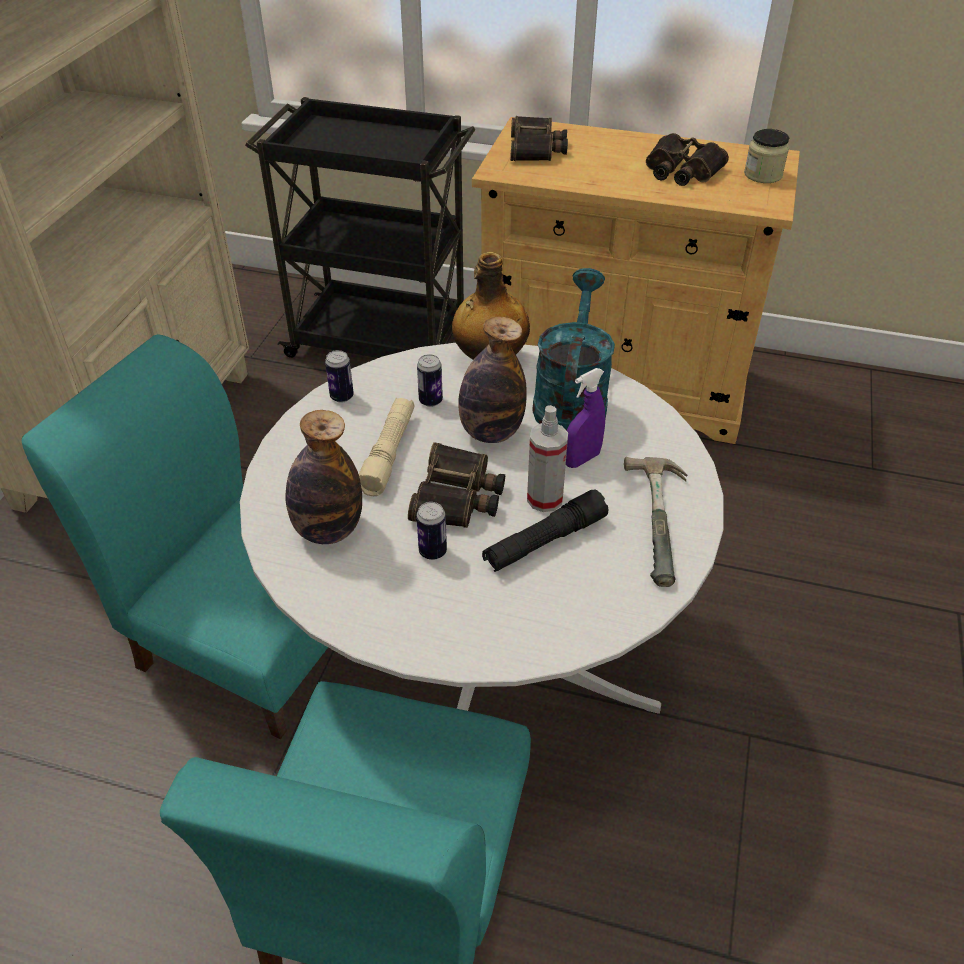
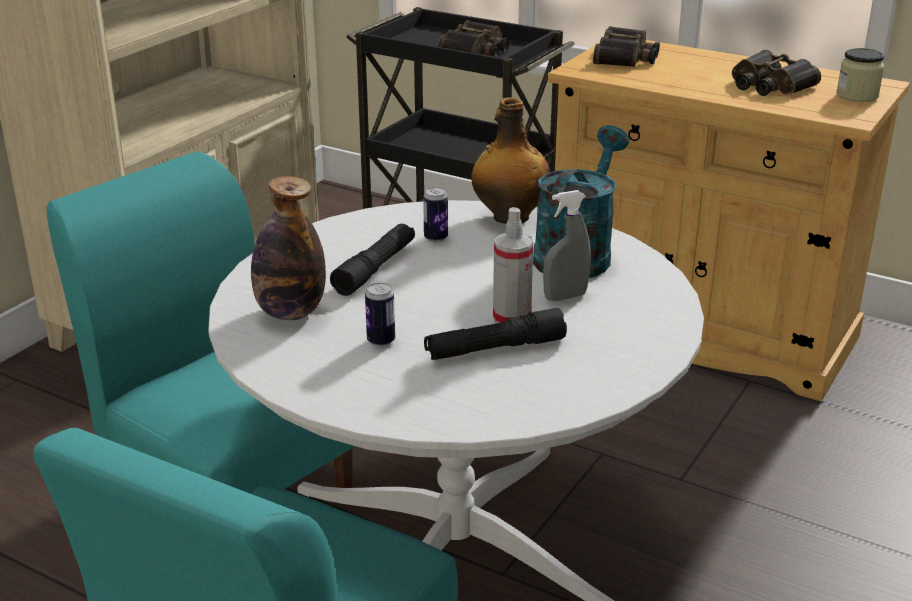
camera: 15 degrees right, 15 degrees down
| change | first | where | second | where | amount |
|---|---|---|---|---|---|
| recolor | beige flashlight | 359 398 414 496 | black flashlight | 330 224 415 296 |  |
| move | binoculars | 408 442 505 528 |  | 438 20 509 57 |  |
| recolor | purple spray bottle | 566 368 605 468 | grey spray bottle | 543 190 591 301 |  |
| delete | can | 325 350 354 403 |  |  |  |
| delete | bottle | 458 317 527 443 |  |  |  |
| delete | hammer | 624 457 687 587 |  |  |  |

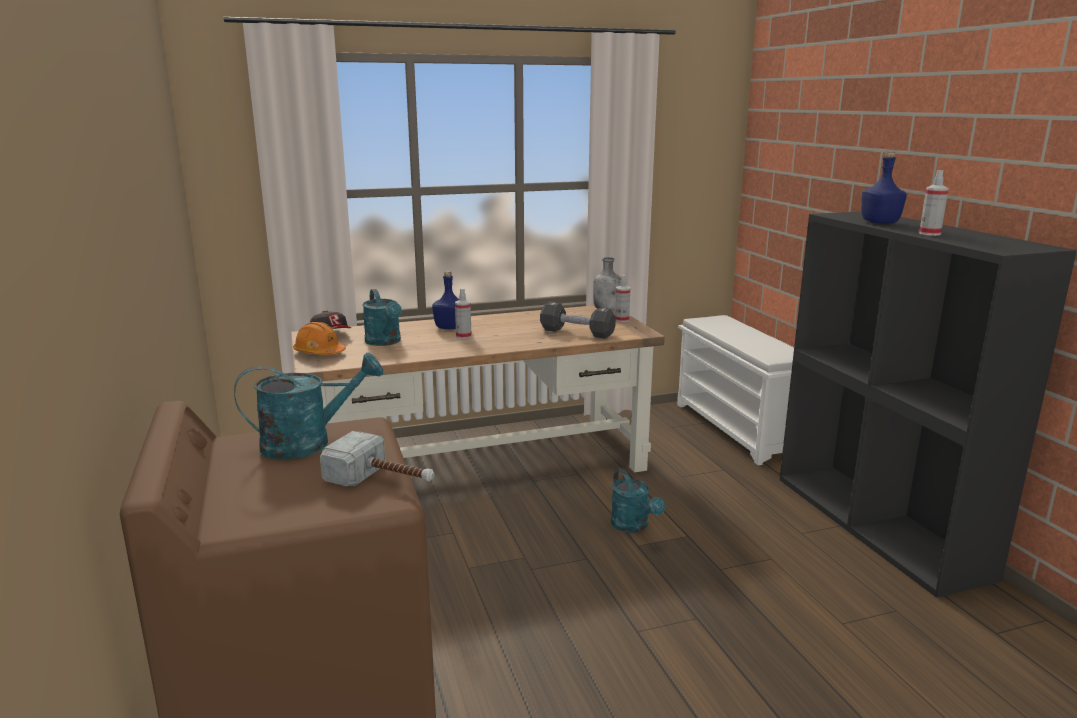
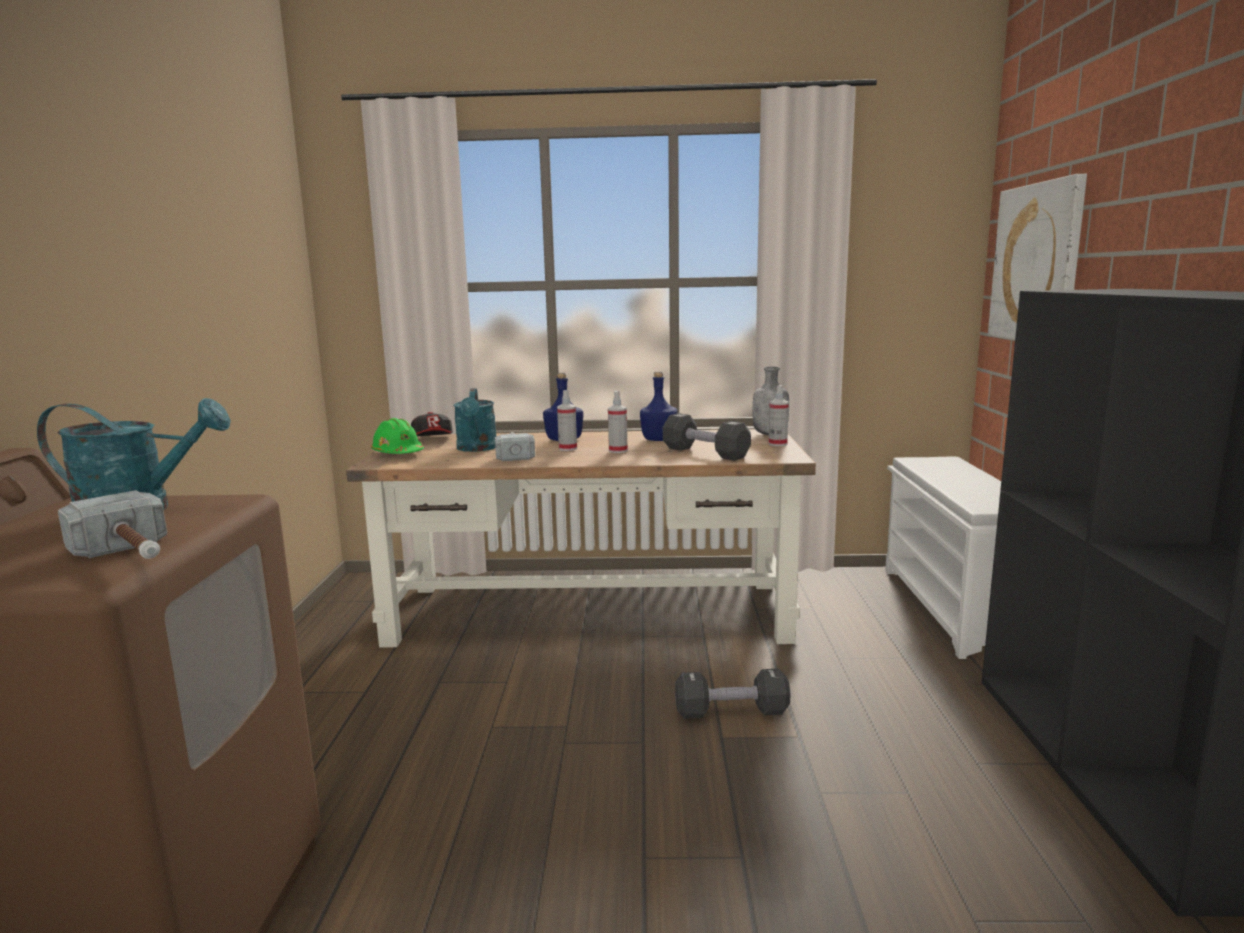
camera: 20 degrees right, 5 degrees down
| change | first | where | second | where | amount |
|---|---|---|---|---|---|
| recolor | orange hard hat | 293 322 346 355 | green hard hat | 371 418 424 454 |  |
| insert |  |  | hammer | 495 432 535 461 |  |
| move | spray bottle | 919 170 949 236 |  | 608 391 628 453 |  |
| move | blue bottle | 861 151 907 224 |  | 640 371 678 441 |  |
| replace | turquoise watering can | 611 468 665 533 | black dumbbell | 675 669 791 719 |  |
| insert |  |  | picture | 988 174 1087 340 |  |

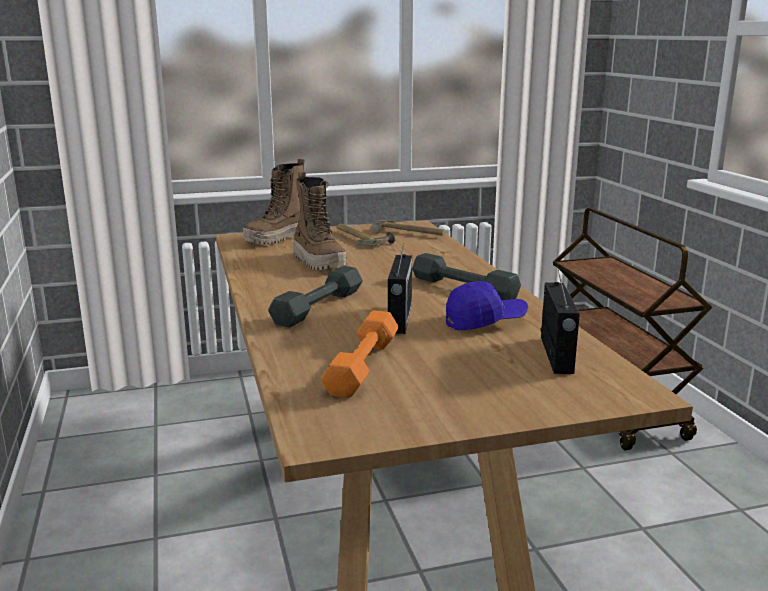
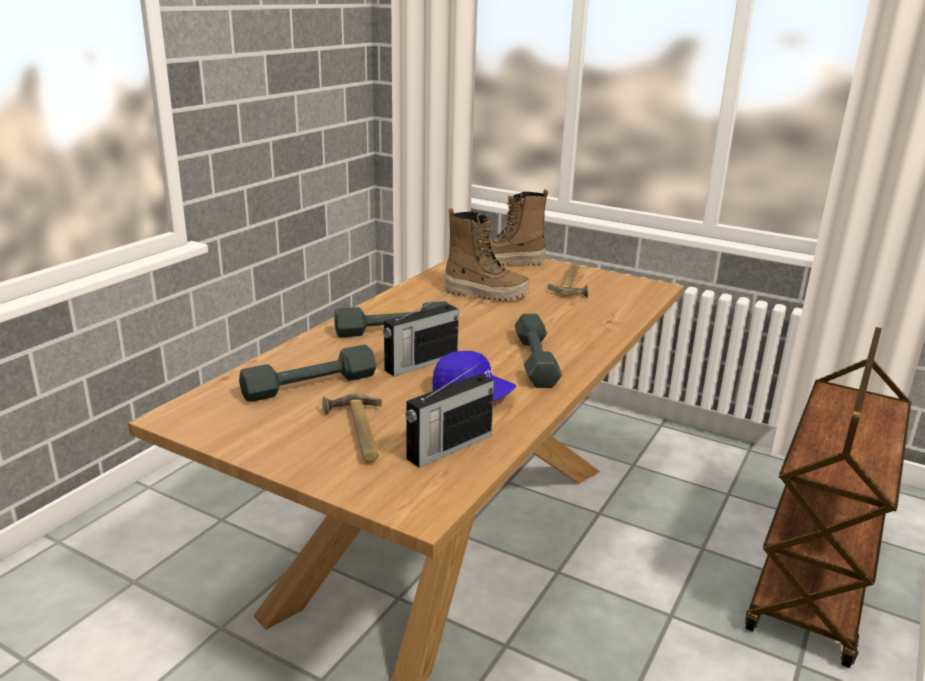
camera: 45 degrees right, 5 degrees up
| change | first | where | second | where | amount |
|---|---|---|---|---|---|
| recolor | orange dumbbell | 321 311 399 398 | grey dumbbell | 239 345 376 402 |  |
| move | hammer | 371 219 445 236 |  | 322 393 382 461 |  |
| rotate | boot | 293 172 347 270 |  | 444 208 529 301 | 90 degrees counterclockwise |

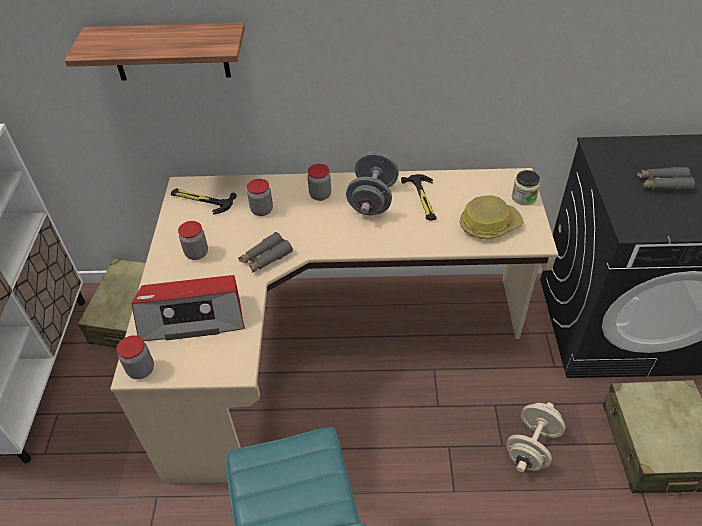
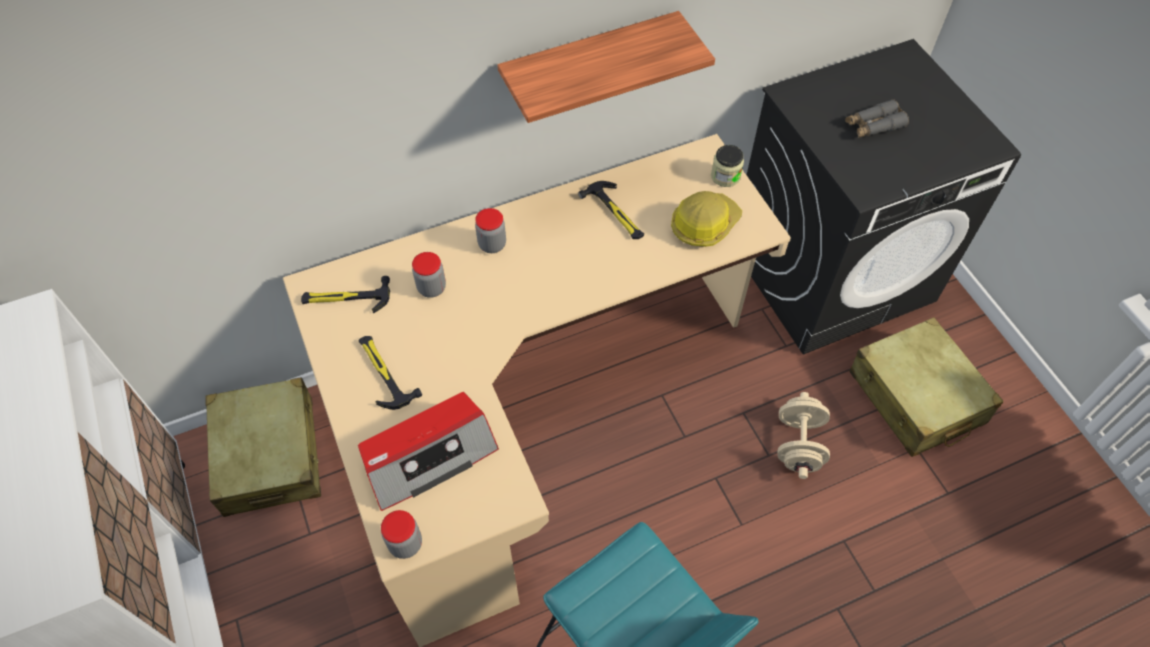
camera: 25 degrees left, 10 degrees up
| change | first | where | second | where | amount |
|---|---|---|---|---|---|
| replace | jar | 178 221 208 260 | hammer | 358 336 422 410 |  |
| move | shelf | 65 23 245 80 |  | 497 11 715 123 |  |
| delete | grey binoculars | 238 232 293 273 |  |  |  |
| delete | grey dumbbell | 346 152 399 215 |  |  |  |

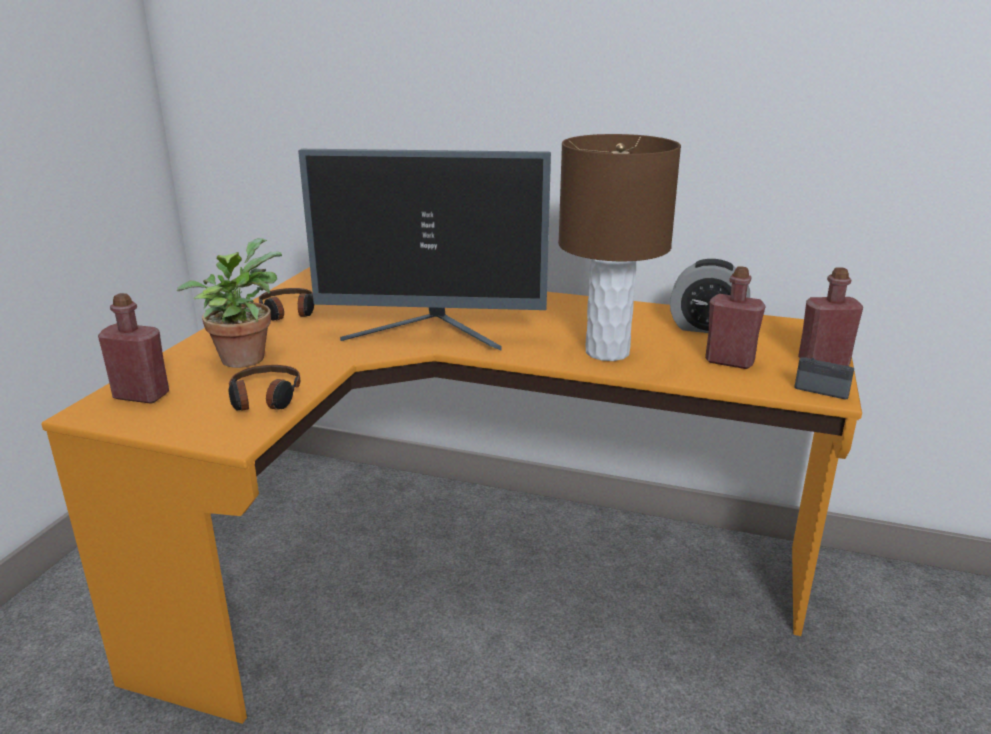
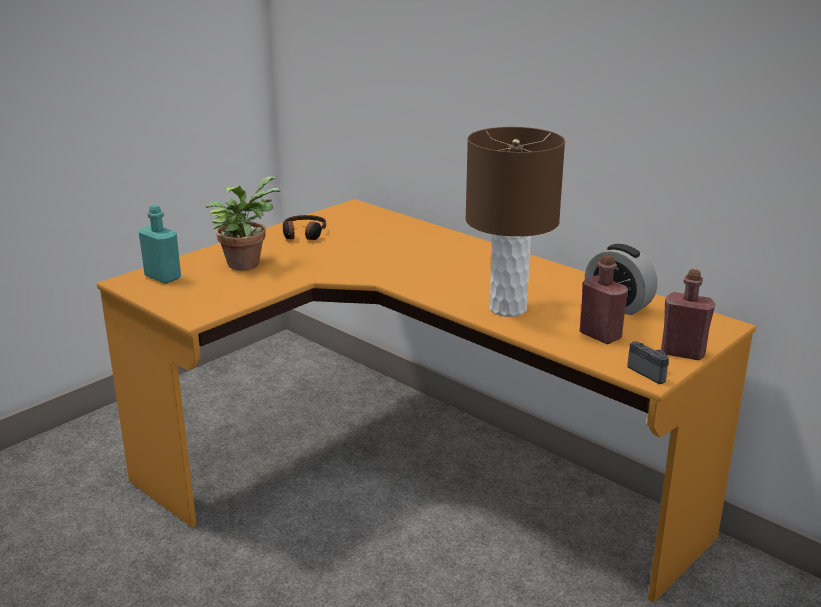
camera: 25 degrees right, 0 degrees up
| change | first | where | second | where | amount |
|---|---|---|---|---|---|
| recolor | red bottle | 98 293 169 404 | turquoise bottle | 139 205 181 284 |  |
| delete | headphones | 228 365 300 411 |  |  |  |
| delete | monitor | 298 149 551 350 |  |  |  |

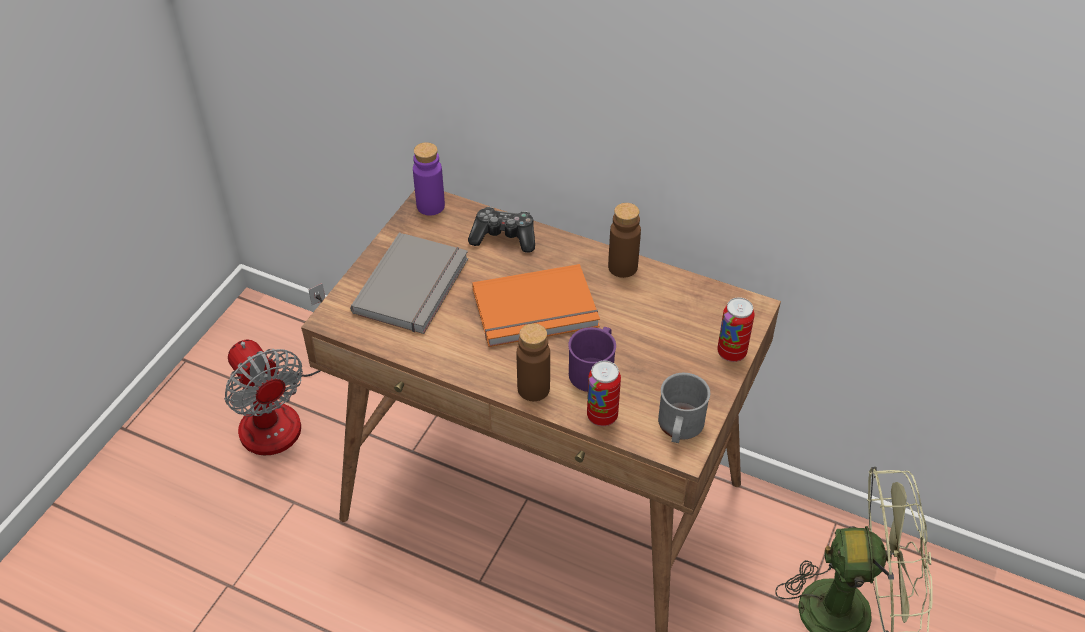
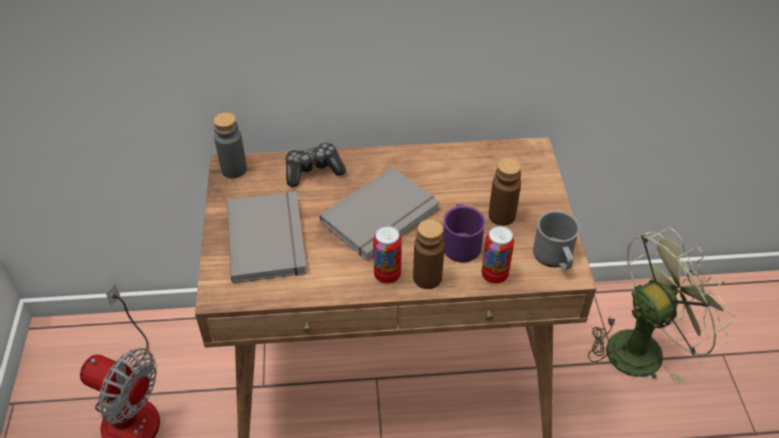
camera: 30 degrees left, 0 degrees up
| change | first | where | second | where | amount |
|---|---|---|---|---|---|
| recolor | purple bottle | 413 142 445 215 | grey bottle | 213 112 247 179 |  |
| recolor | orange book | 472 264 600 347 | grey book | 319 167 440 261 |  |
| move | can | 717 297 754 362 |  | 373 225 402 284 |  |
| move | brown bottle | 608 203 641 278 |  | 489 158 521 226 |  |

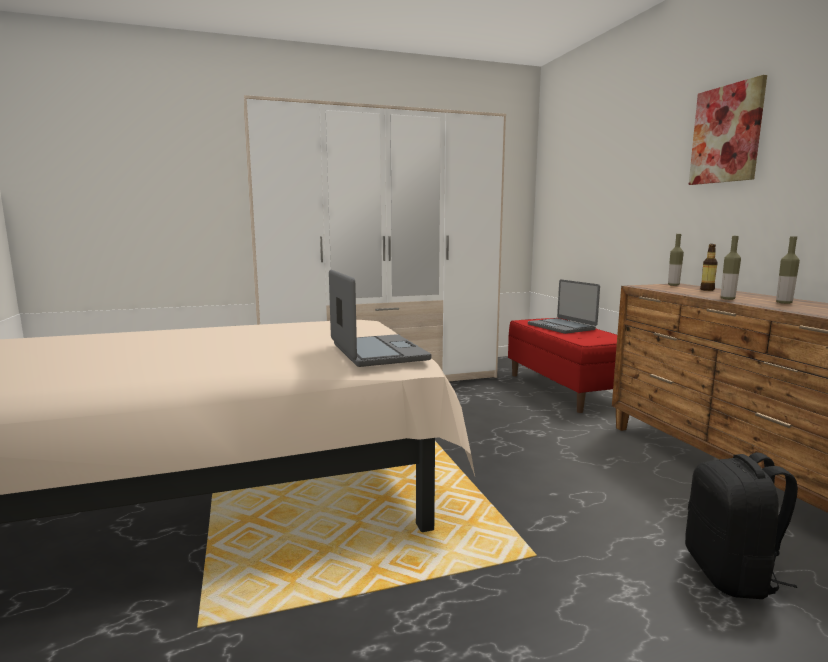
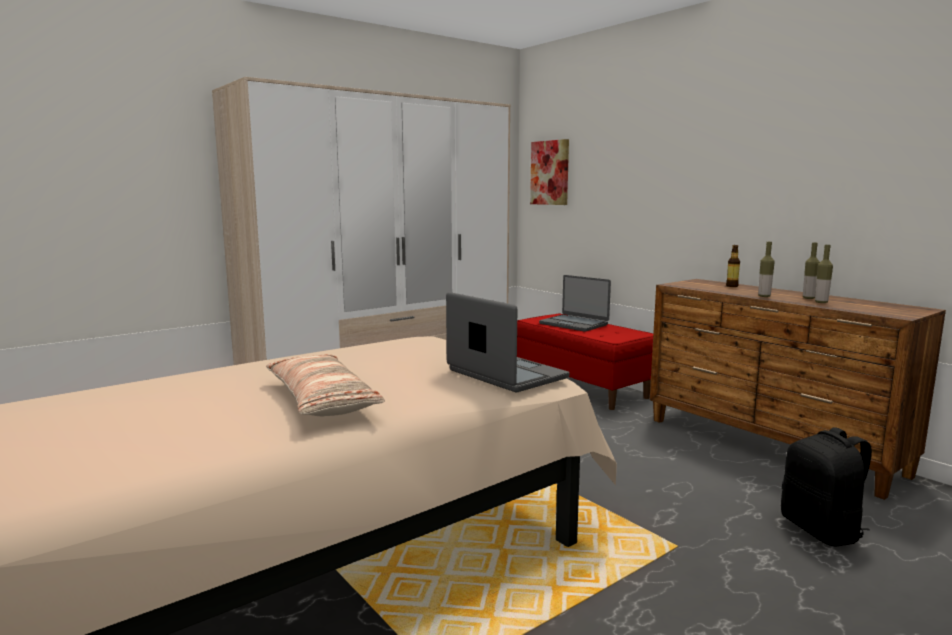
camera: 20 degrees left, 0 degrees up
| change | first | where | second | where | amount |
|---|---|---|---|---|---|
| insert |  |  | pillow | 266 354 385 417 |  |
| move | picture | 689 75 767 185 |  | 530 139 569 205 |  |
| move | bottle | 668 234 684 286 |  | 815 245 833 303 |  |

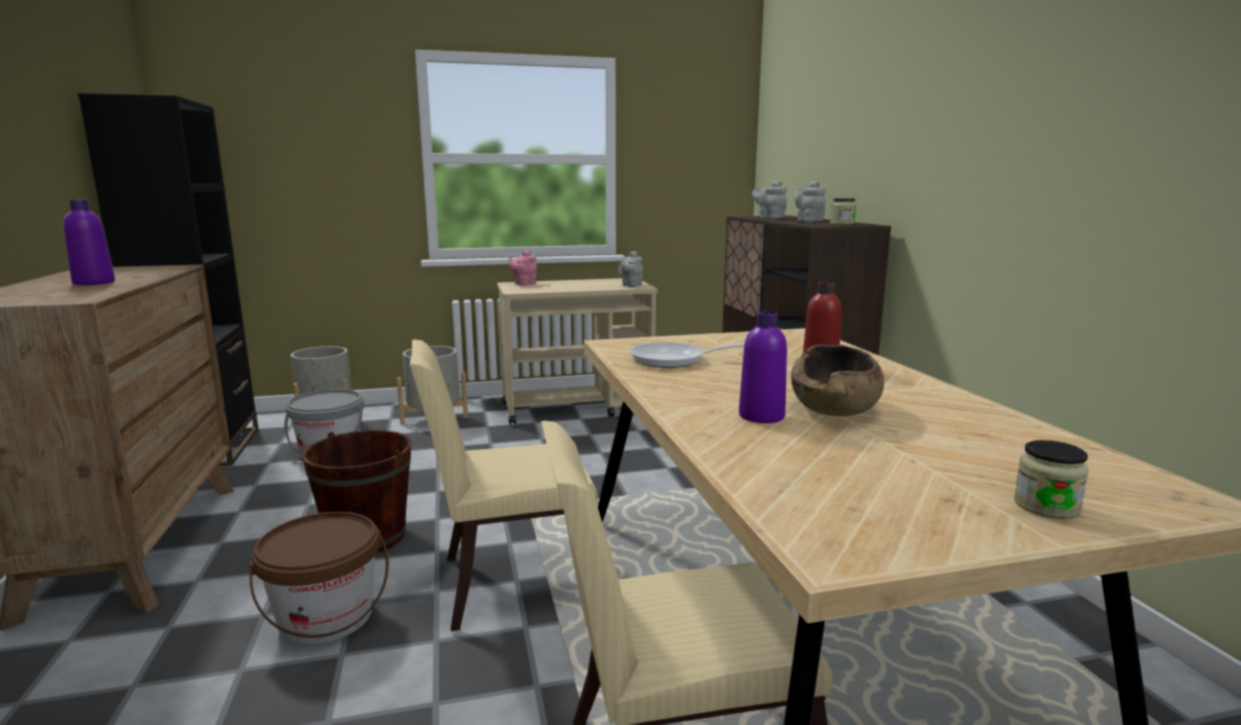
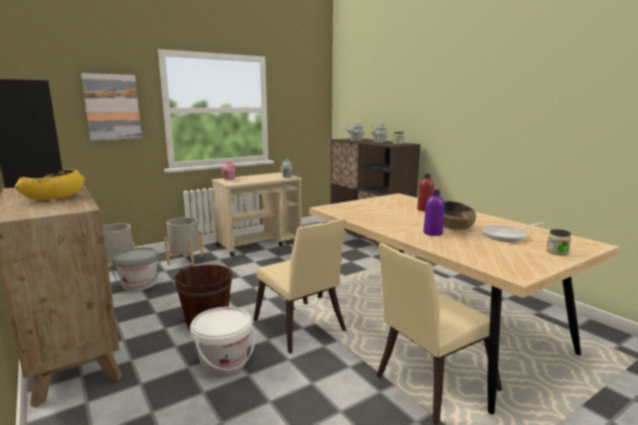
camera: 20 degrees left, 0 degrees up
| change | first | where | second | where | amount |
|---|---|---|---|---|---|
| replace | purple bottle | 63 199 115 285 | yellow bowl | 15 169 85 200 |  |
| insert |  |  | picture | 81 73 142 141 |  |
| recolor | brown bucket | 250 512 389 645 | white bucket | 190 307 255 376 |  |
| rotate | beige chair | 410 340 598 631 |  | 254 219 346 354 | 90 degrees counterclockwise |
| move | frying pan | 629 342 745 368 |  | 482 222 544 242 |  |

